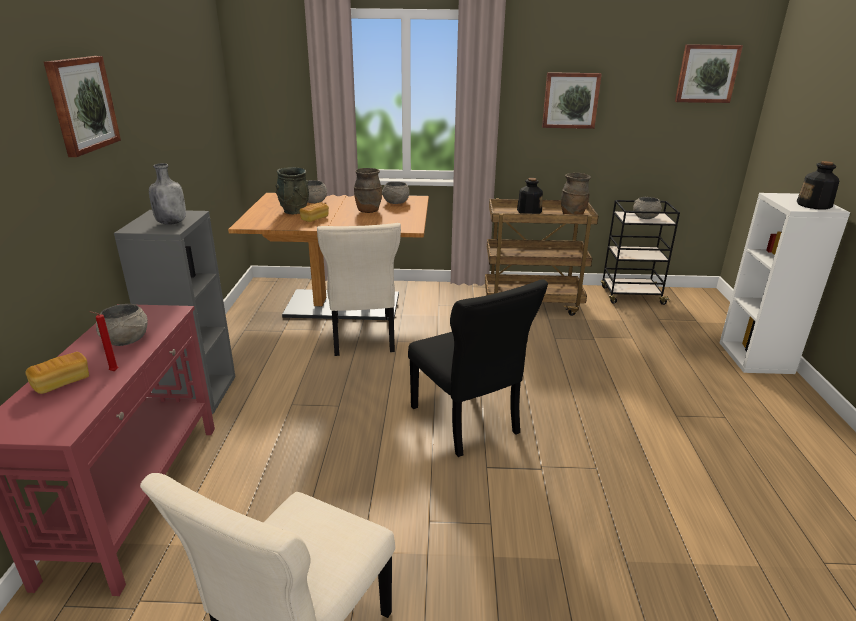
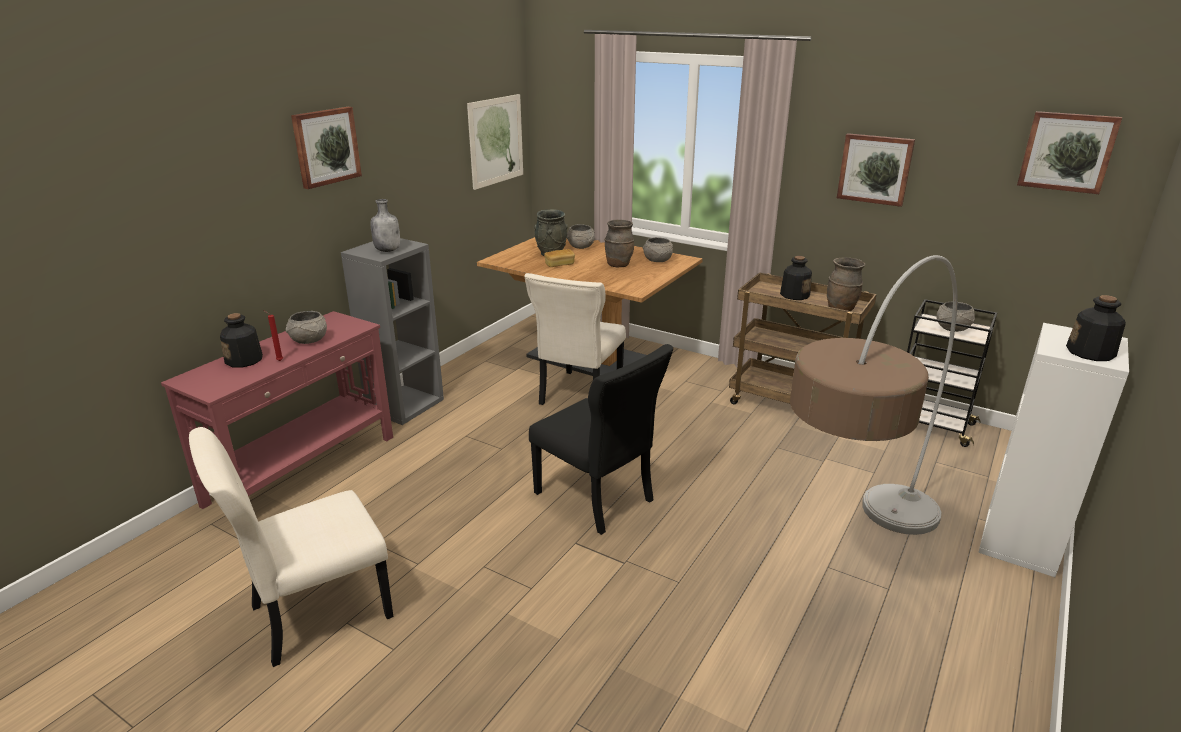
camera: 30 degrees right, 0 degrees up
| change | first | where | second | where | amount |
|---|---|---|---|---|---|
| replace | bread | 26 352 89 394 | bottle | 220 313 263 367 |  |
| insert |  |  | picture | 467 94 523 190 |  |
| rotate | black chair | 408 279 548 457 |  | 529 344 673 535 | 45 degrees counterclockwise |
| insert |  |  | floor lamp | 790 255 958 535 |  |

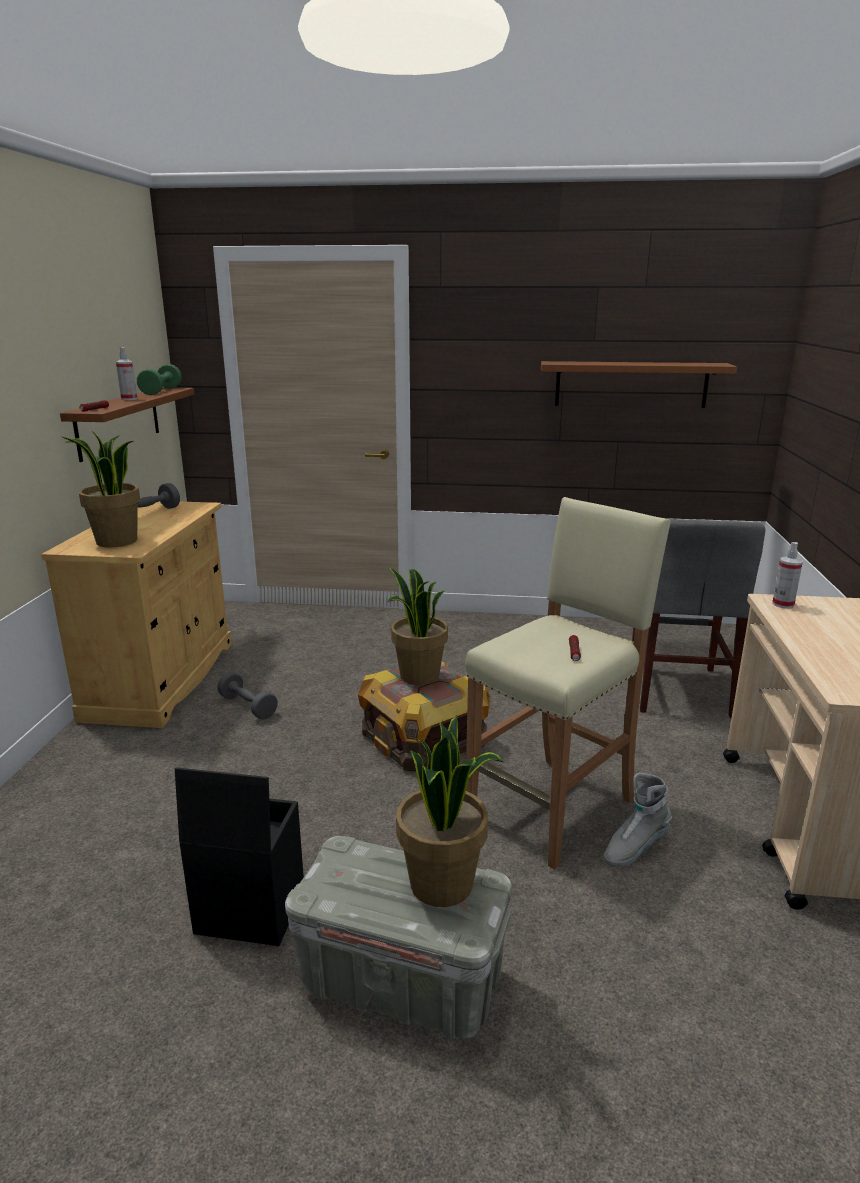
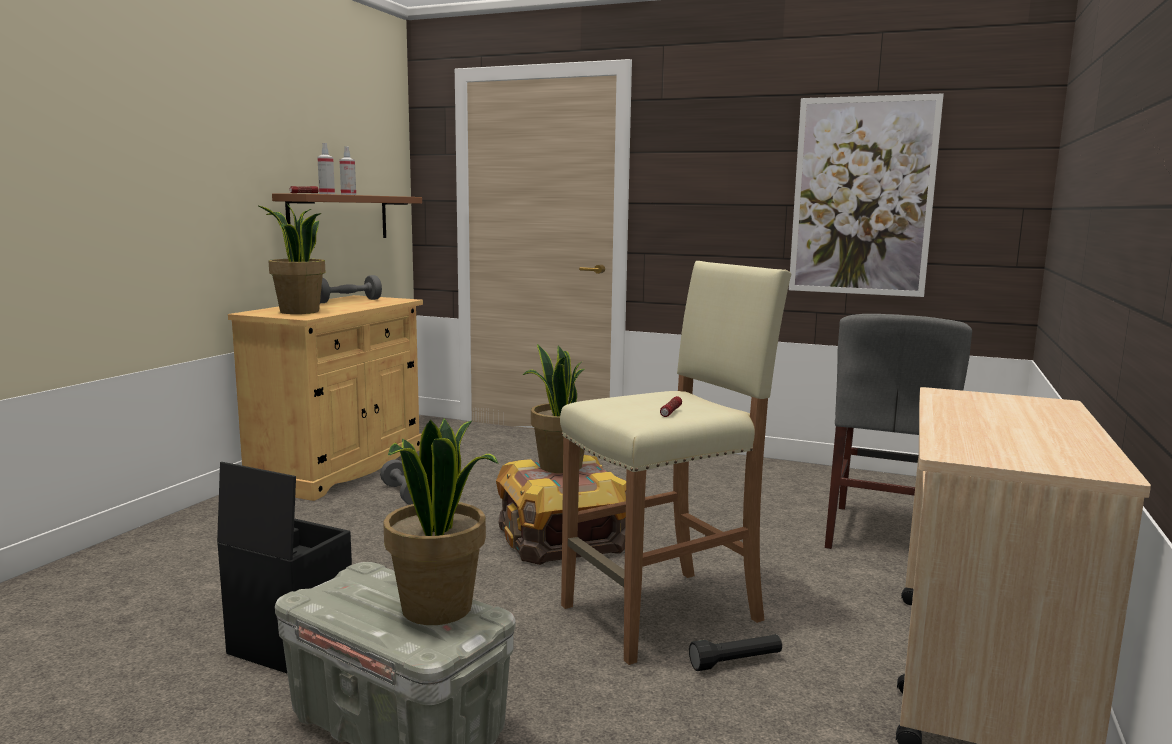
camera: 15 degrees right, 10 degrees down
| change | first | where | second | where | amount |
|---|---|---|---|---|---|
| move | spray bottle | 772 542 803 609 |  | 317 143 335 194 |  |
| replace | grey boot | 604 772 672 867 | black flashlight | 689 634 782 671 |  |
| replace | brown shelf | 541 361 737 408 | picture | 789 93 944 297 |  |
| delete | green dumbbell | 137 364 182 395 |  |  |  |

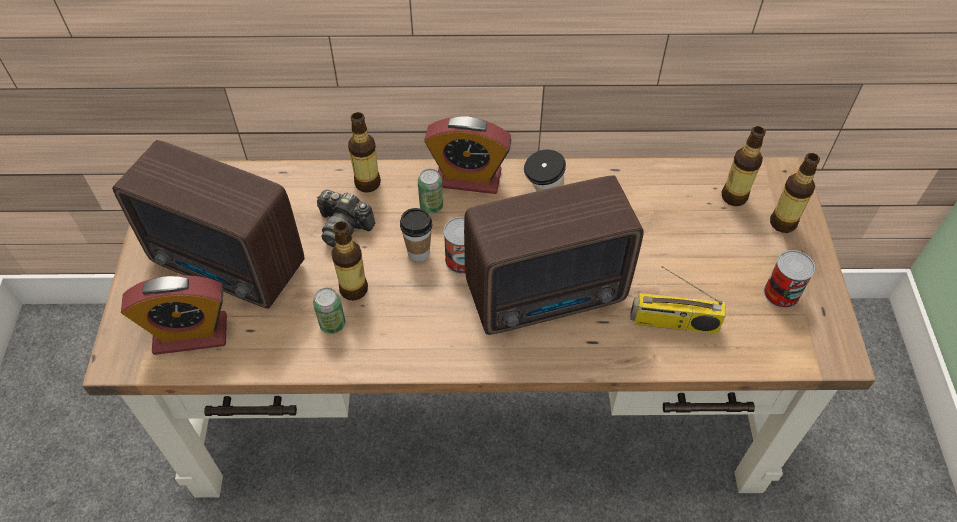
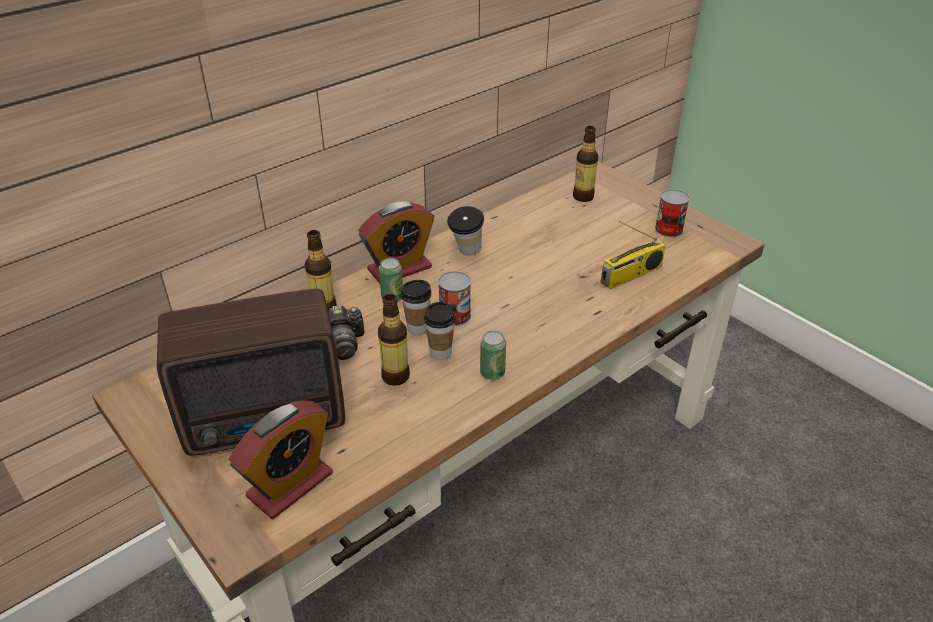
camera: 40 degrees left, 15 degrees down
| change | first | where | second | where | amount |
|---|---|---|---|---|---|
| insert |  |  | cup | 424 302 456 360 |  |
| move | can | 313 288 345 334 |  | 480 331 506 380 |  |
| delete | radio | 464 175 644 335 |  |  |  |
| delete | bottle | 770 153 820 233 |  |  |  |

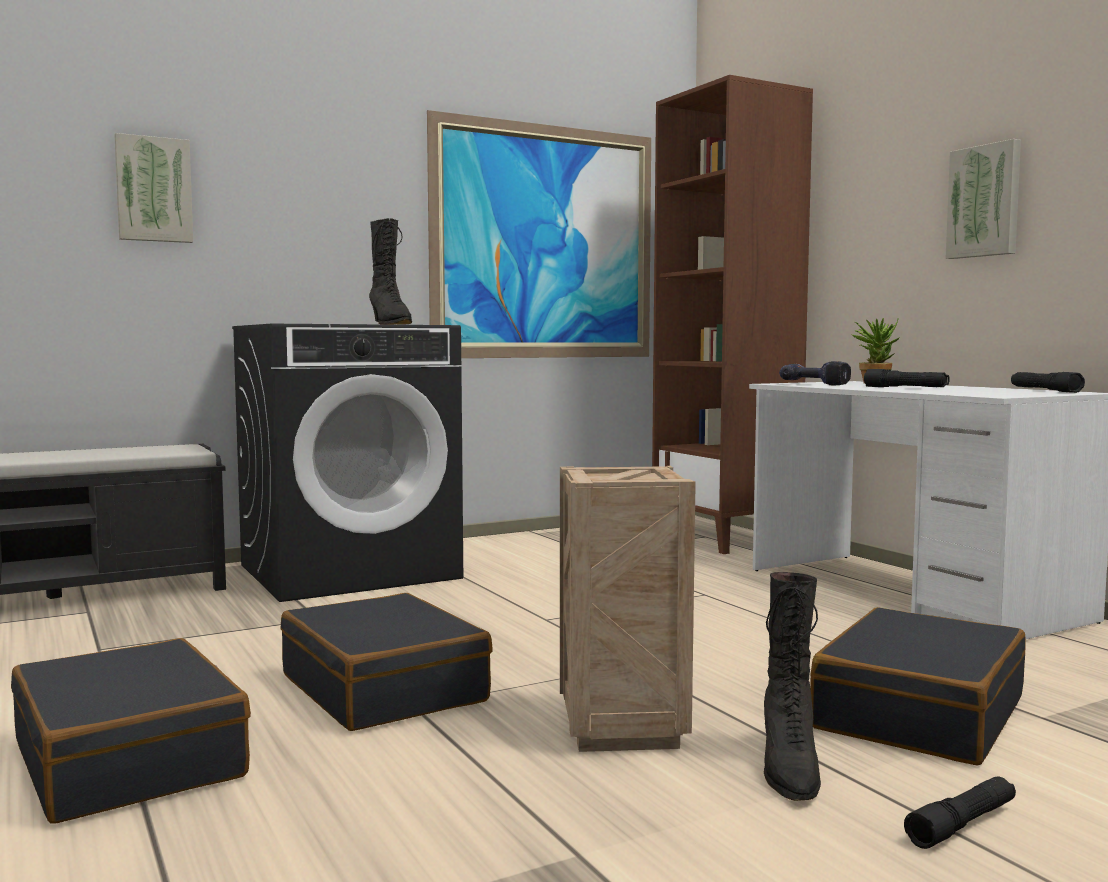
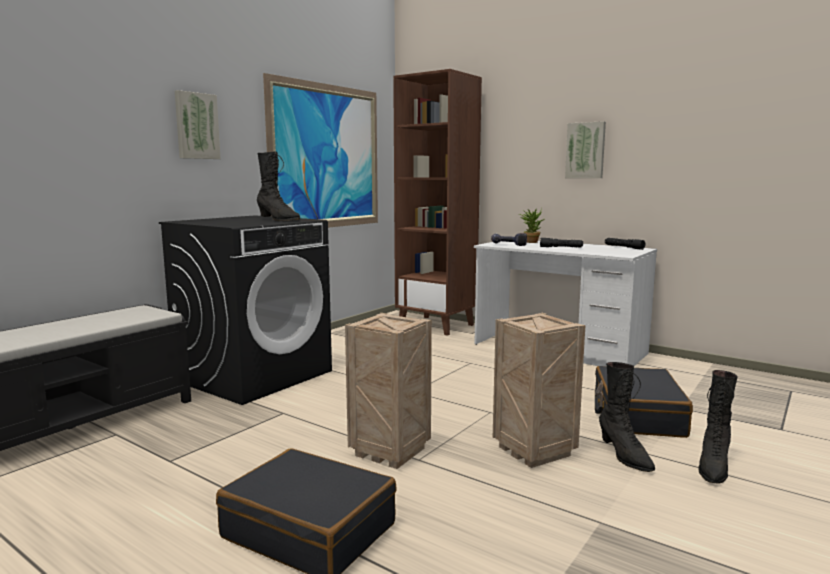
camera: 25 degrees left, 5 degrees up
| change | first | where | second | where | amount |
|---|---|---|---|---|---|
| move | picture | 114 133 193 243 |  | 175 90 221 159 |  |
| replace | black suitcase | 281 593 493 731 | crate | 345 313 432 469 |  |
| replace | black flashlight | 904 776 1016 849 | black boot | 698 370 738 484 |  |

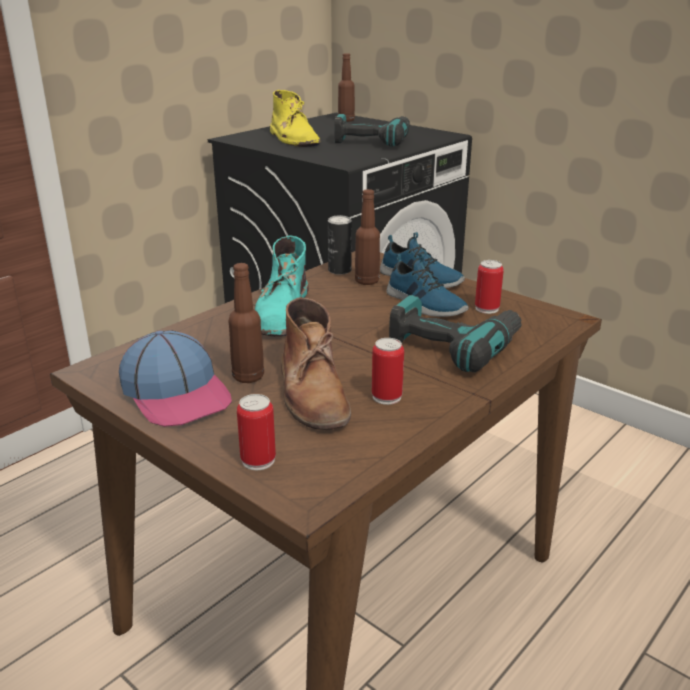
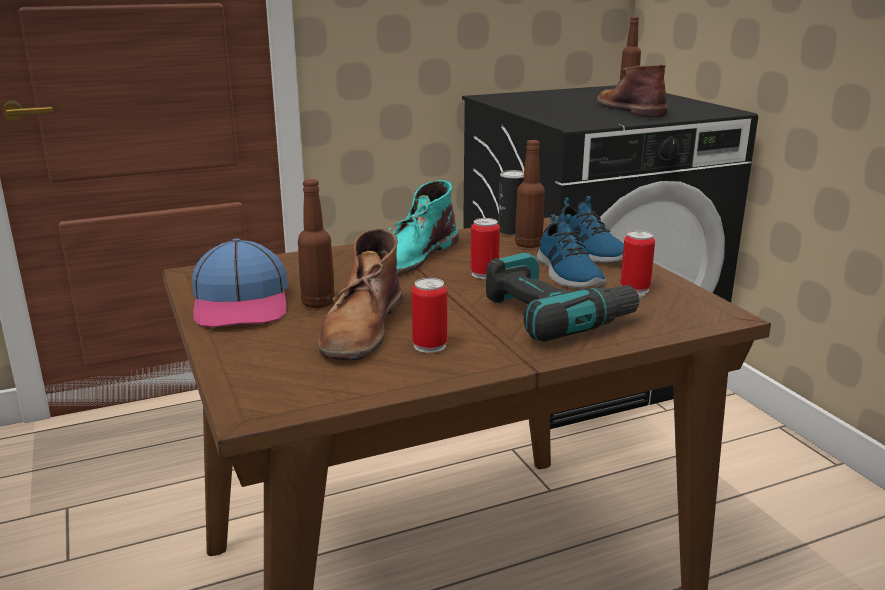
camera: 25 degrees right, 5 degrees down
| change | first | where | second | where | amount |
|---|---|---|---|---|---|
| move | can | 237 394 276 470 |  | 471 218 500 279 |  |
| replace | power drill | 335 114 410 147 | brown boot | 597 65 668 117 |  |
| delete | yellow boot | 270 90 321 147 |  |  |  |

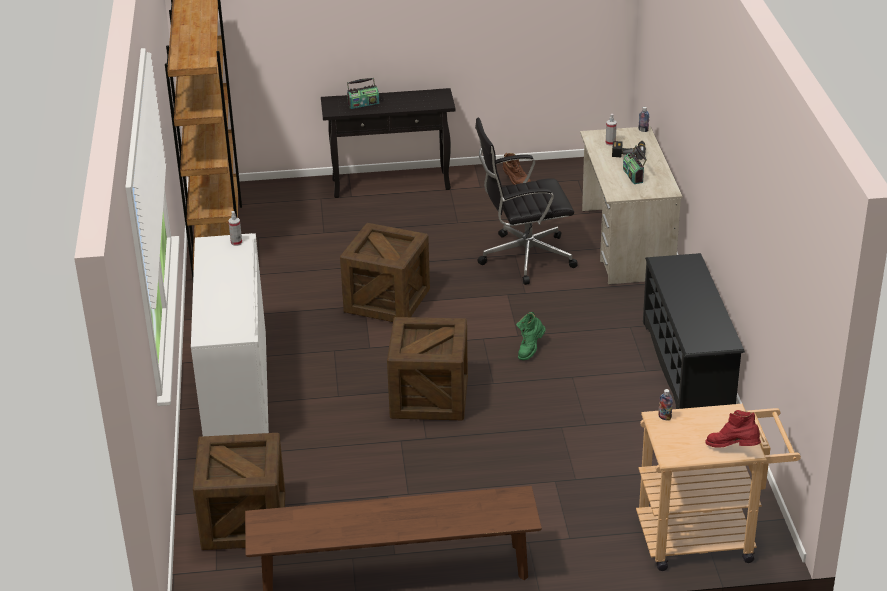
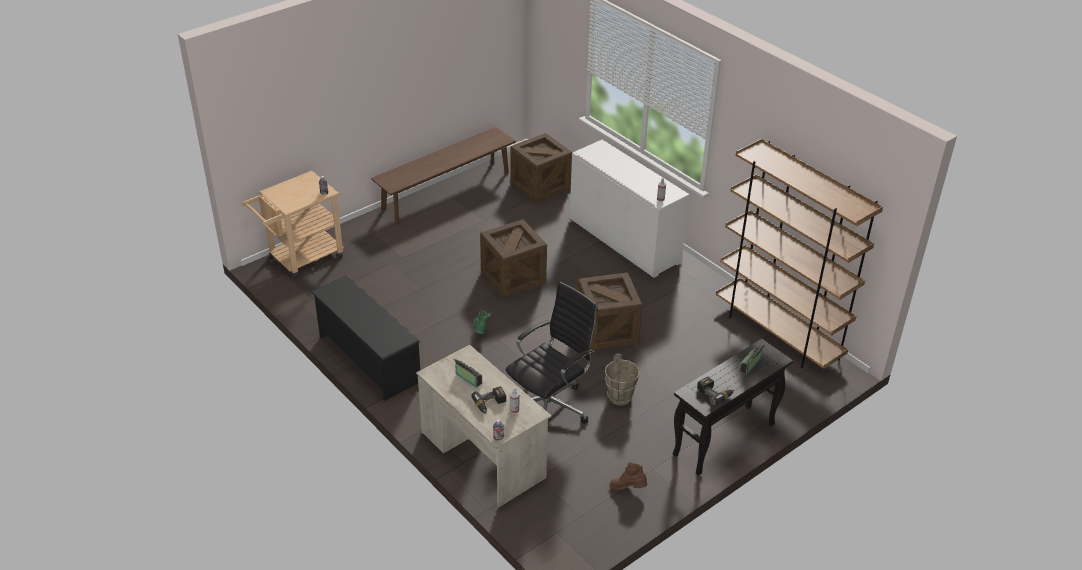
camera: 145 degrees right, 5 degrees up
| change | first | where | second | where | amount |
|---|---|---|---|---|---|
| insert |  |  | brown bucket | 605 354 639 405 |  |
| insert |  |  | power drill | 697 376 734 405 |  |
| delete | red boot | 706 410 761 448 |  |  |  |

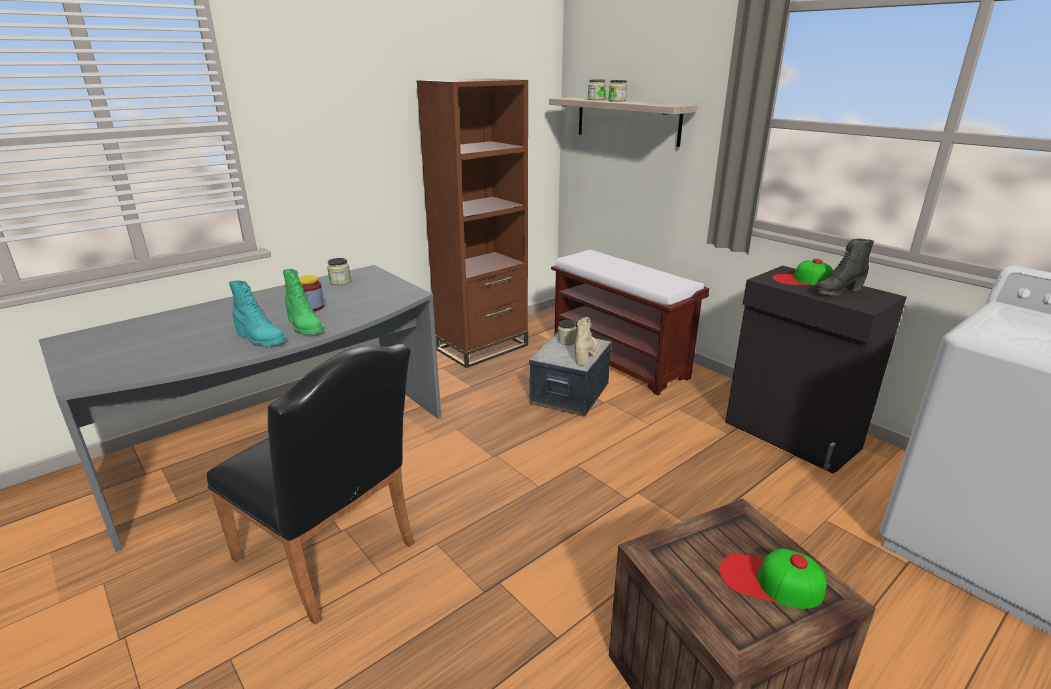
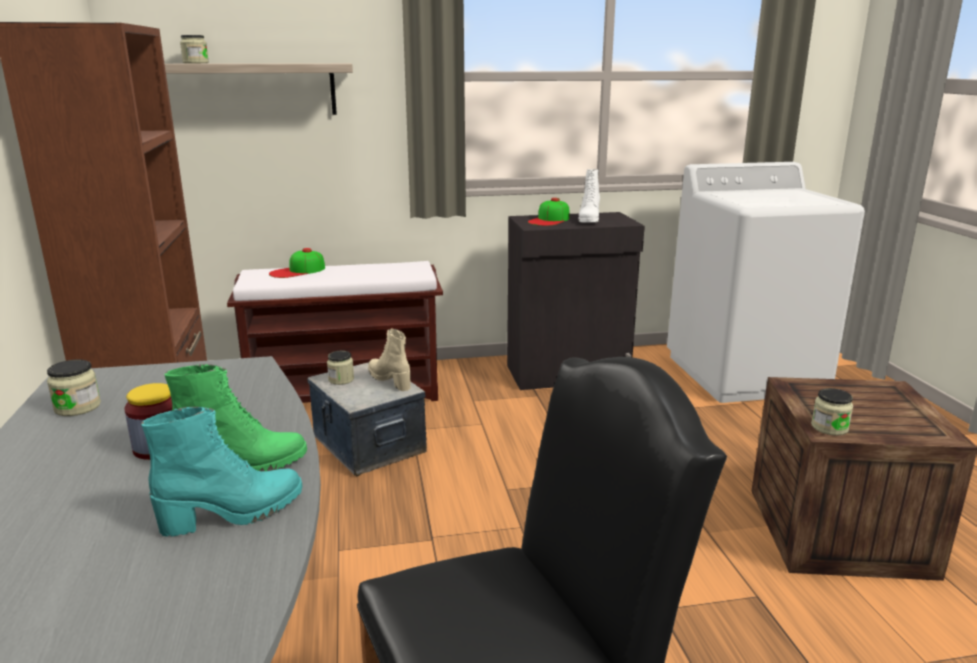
camera: 60 degrees left, 5 degrees down
| change | first | where | second | where | amount |
|---|---|---|---|---|---|
| move | cap | 719 548 827 609 |  | 269 248 325 278 |  |
| recolor | black boot | 814 239 874 296 | white boot | 578 169 600 223 |  |
| move | jar | 608 80 627 101 |  | 811 388 853 435 |  |

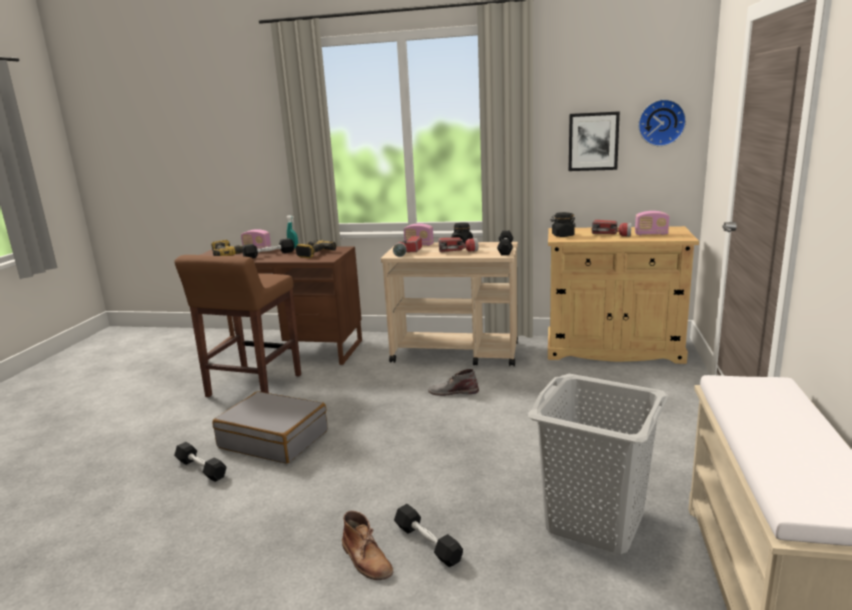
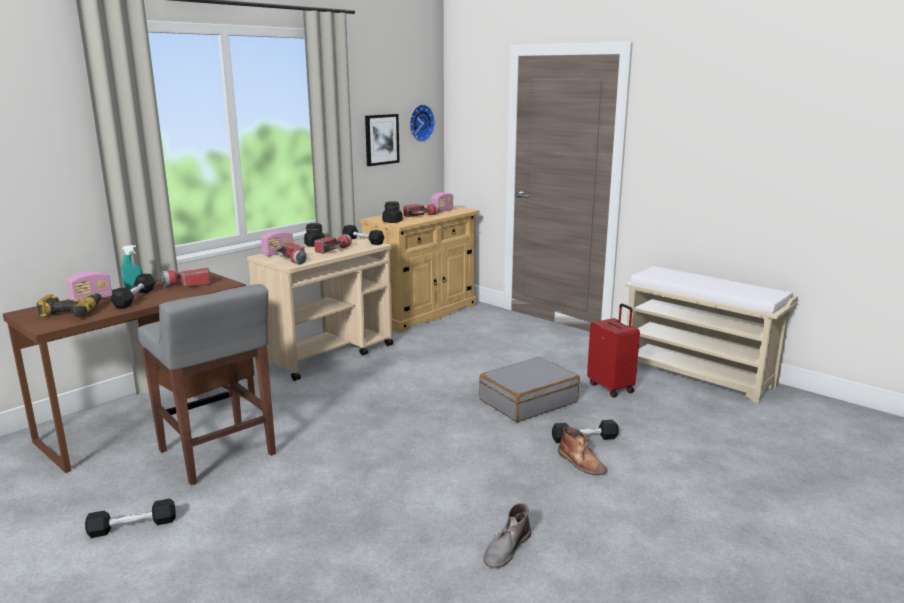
camera: 60 degrees left, 0 degrees up
| change | first | where | second | where | amount |
|---|---|---|---|---|---|
| move | black dumbbell | 174 442 227 482 |  | 85 499 176 538 |  |
| recolor | brown stool | 174 255 301 397 | grey stool | 138 284 276 485 |  |
| replace | power drill | 296 240 336 258 | flashlight | 162 268 211 287 |  |
| move | grey suitcase | 212 391 328 464 |  | 479 357 580 422 |  |
| move | grey boot | 428 369 479 396 |  | 483 503 531 568 |  |
| rotate | brown boot | 342 511 393 580 |  | 558 426 607 475 | 60 degrees clockwise |
| replace | grey laundry basket | 528 374 669 554 | red suitcase | 587 304 640 398 |  |

